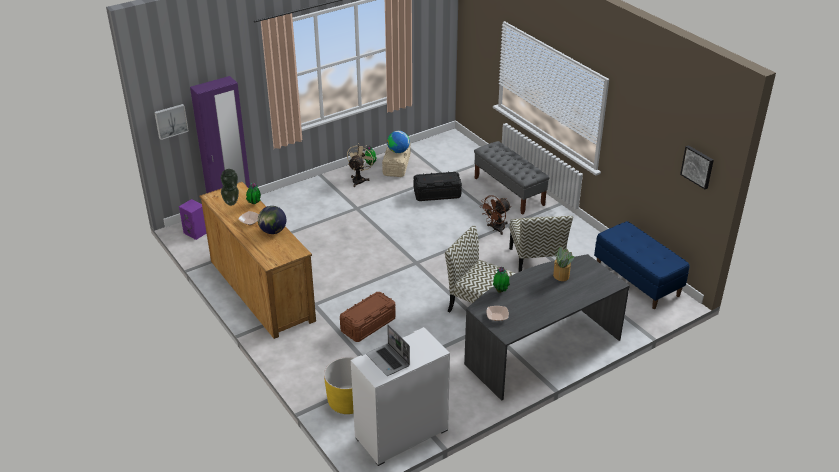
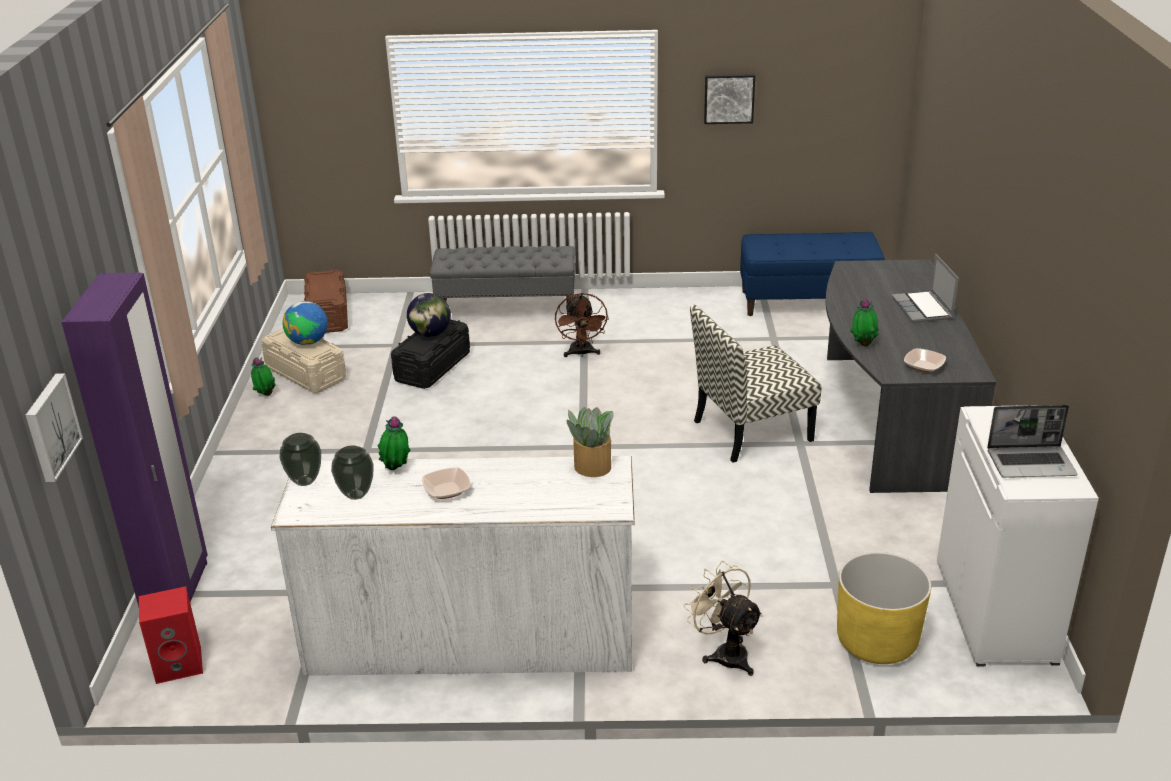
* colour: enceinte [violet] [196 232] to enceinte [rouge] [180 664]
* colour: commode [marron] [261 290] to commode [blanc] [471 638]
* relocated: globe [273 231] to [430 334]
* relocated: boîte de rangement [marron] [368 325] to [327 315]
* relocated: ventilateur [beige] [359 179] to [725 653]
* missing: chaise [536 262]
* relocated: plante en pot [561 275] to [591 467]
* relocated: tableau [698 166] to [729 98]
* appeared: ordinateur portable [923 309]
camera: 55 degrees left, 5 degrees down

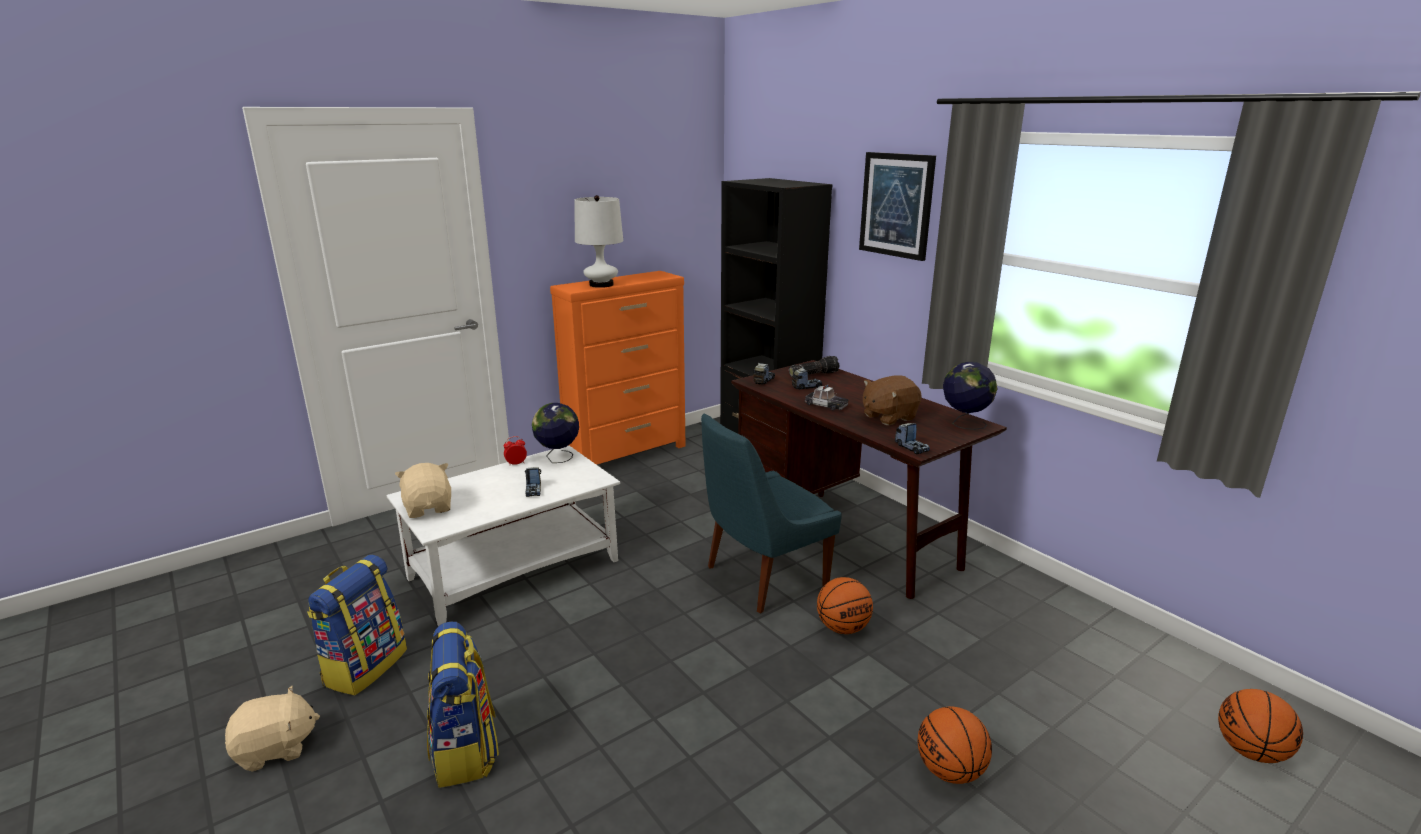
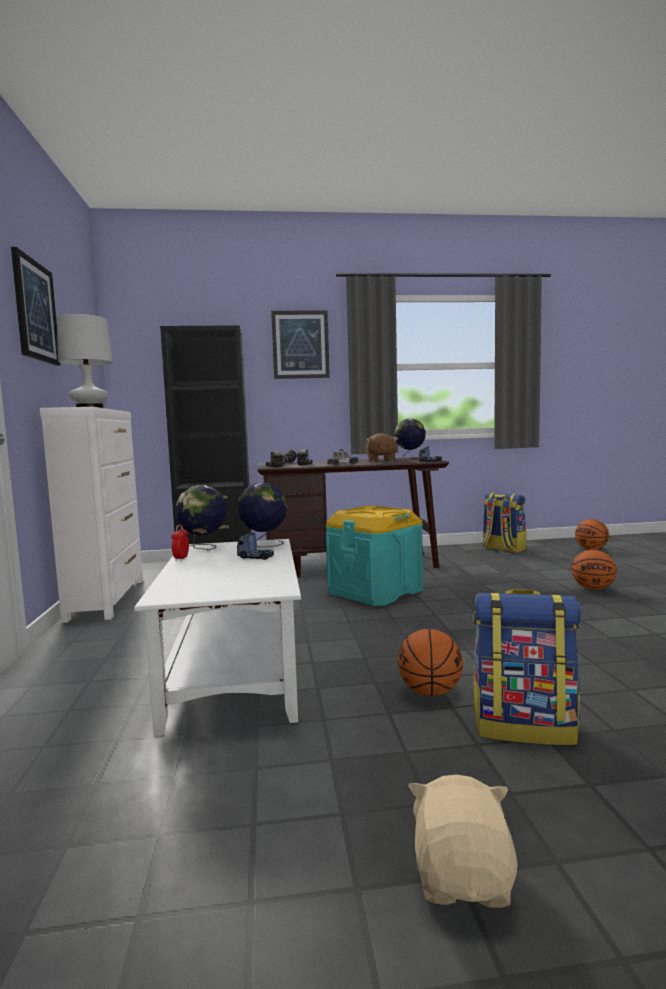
* relocated: sac à dos [365 666] to [502 549]
* missing: peluche [beige] [429 507]
* colour: commode [orange] [627 454] to commode [blanc] [107 598]
* exchanged: chaise [bleu] [762 578] to boîte de rangement [turquoise] [375 591]
* relocated: ballon de basket [842 628] to [429 692]
* appeared: tableau [35 311]
* appeared: globe [264 544]
camera: 60 degrees left, 15 degrees down

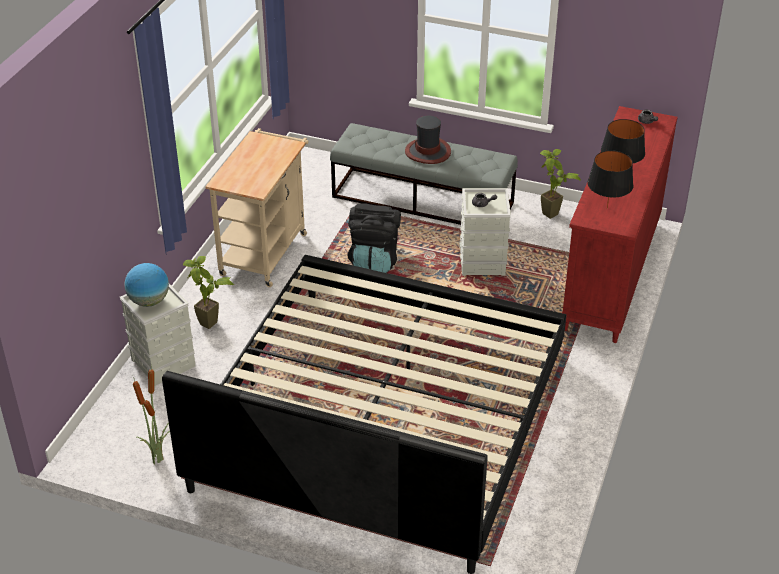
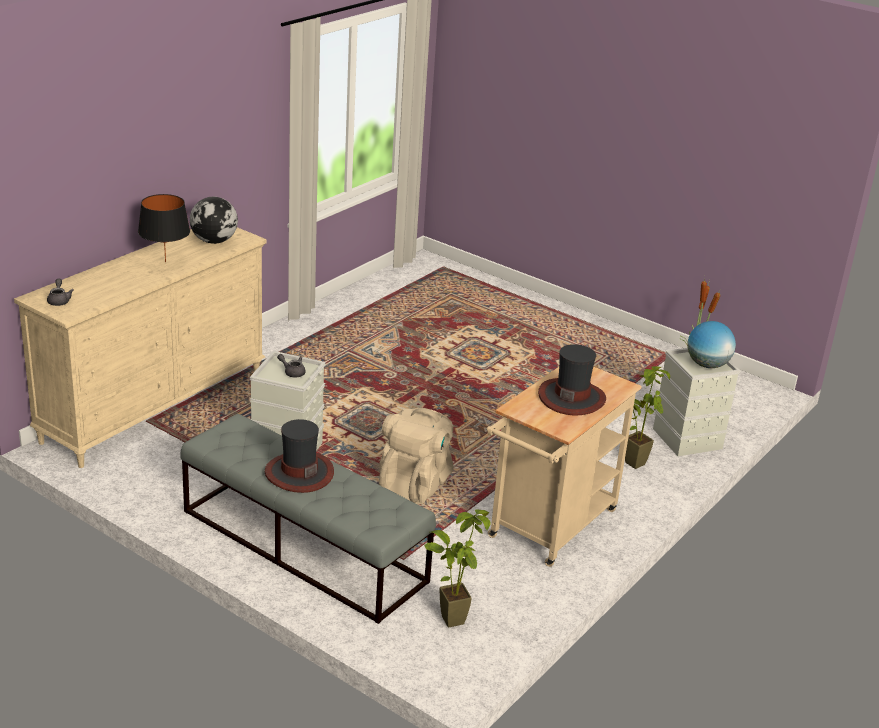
* missing: lit [381 419]
* colour: sac à dos [noir] [374 260] to sac à dos [beige] [415 484]
* relocated: plante en pot [552 217] to [452 614]
* colour: commode [rouge] [611 275] to commode [beige] [155 406]
* exchanged: lampe de table [noir] [607 208] to globe [214 241]
* appeared: chapeau [571 397]
camera: 165 degrees left, 10 degrees down

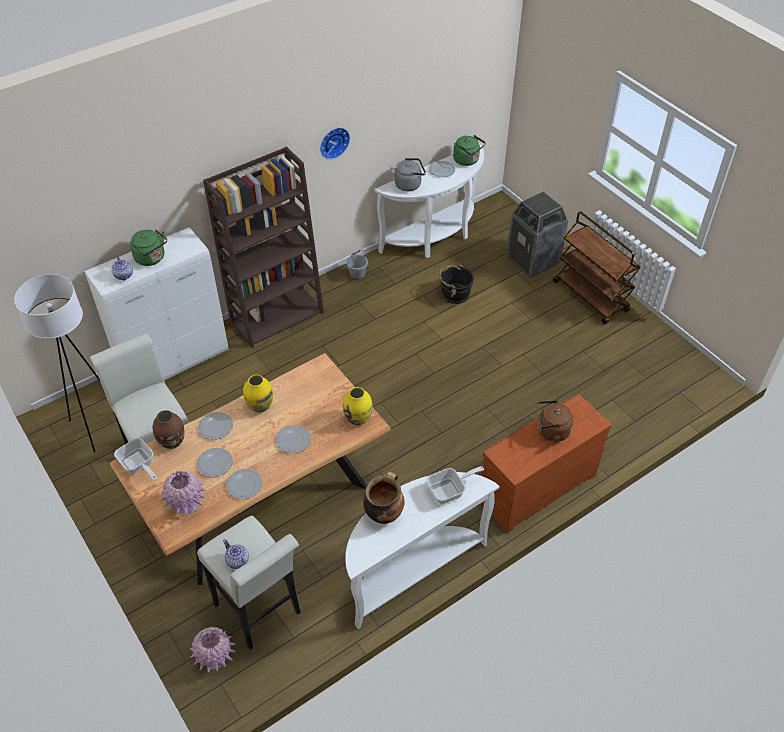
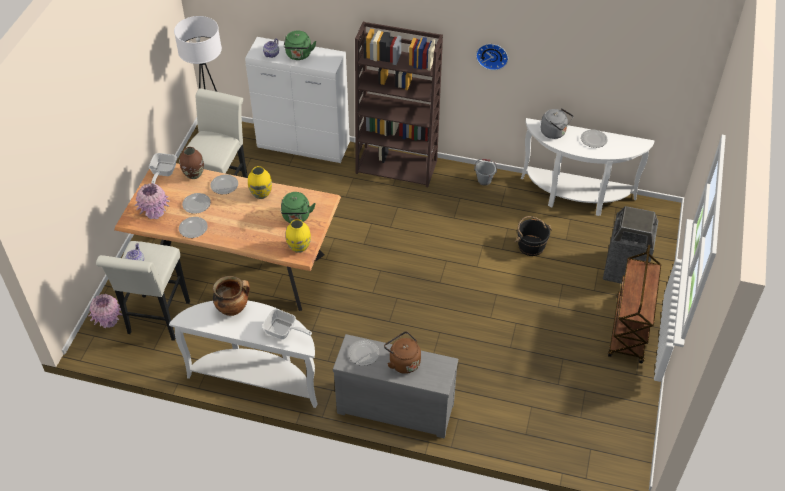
* relocated: assiette [292 440] to [363 353]
* relocated: bouilloire [vert] [467 160] to [296 217]
* colour: commode [marron] [535 486] to commode [gris] [396 406]
camera: 50 degrees right, 0 degrees up

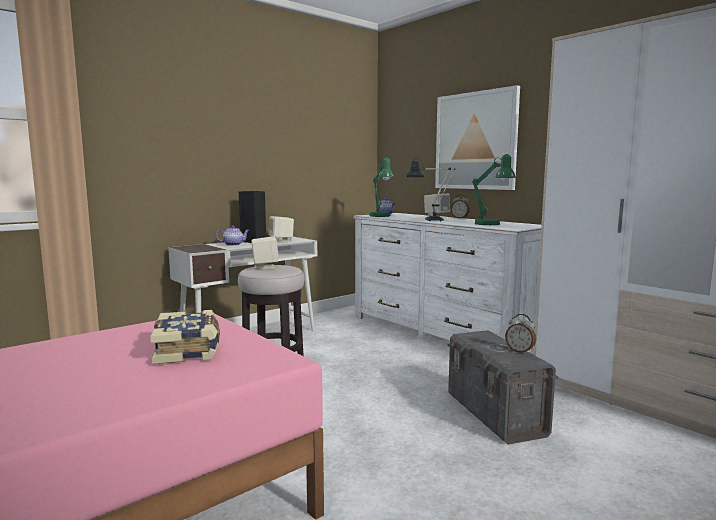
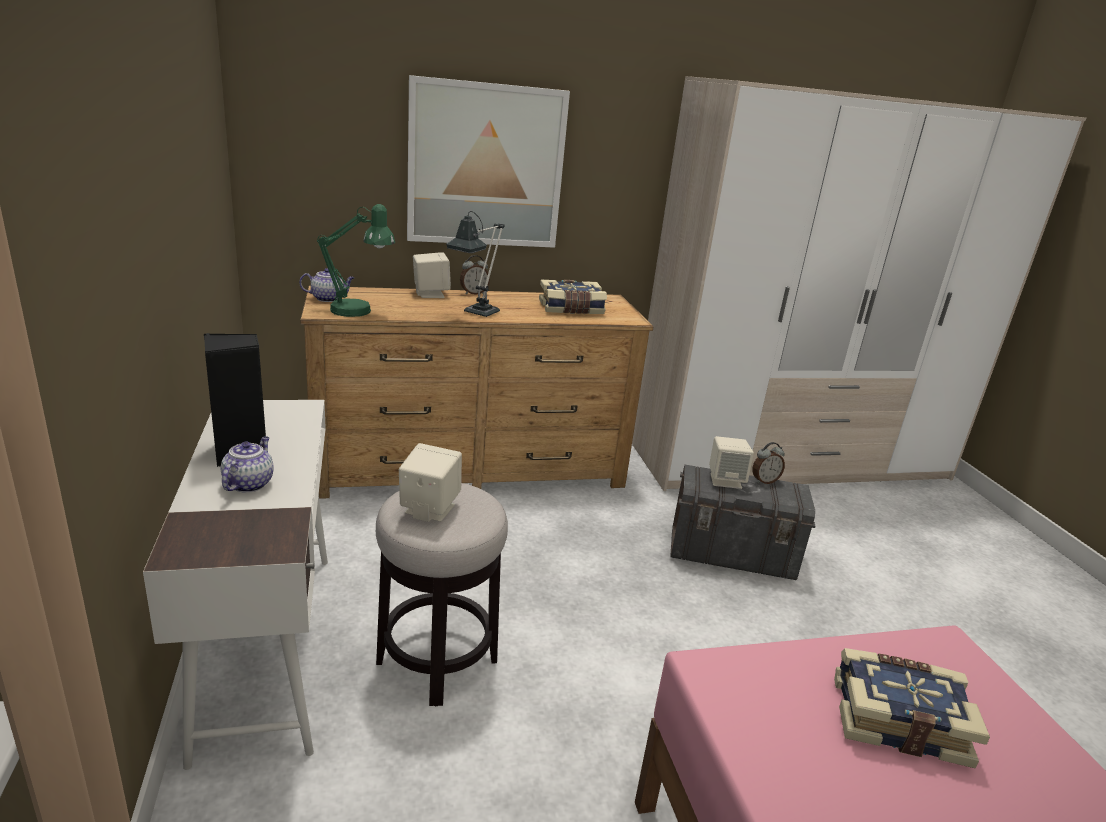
* relocated: enceinte [beige] [281 241] to [725 480]
* colour: commode [blanc] [441 332] to commode [marron] [470 468]
* exchanged: lampe de table [vert] [491 224] to livre [571 309]
camera: 65 degrees left, 15 degrees up

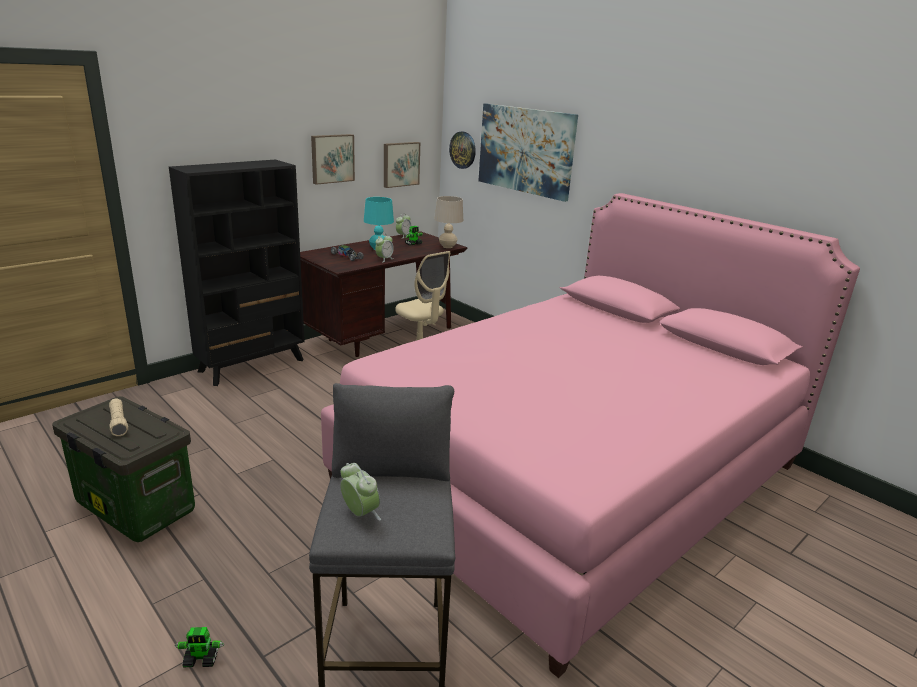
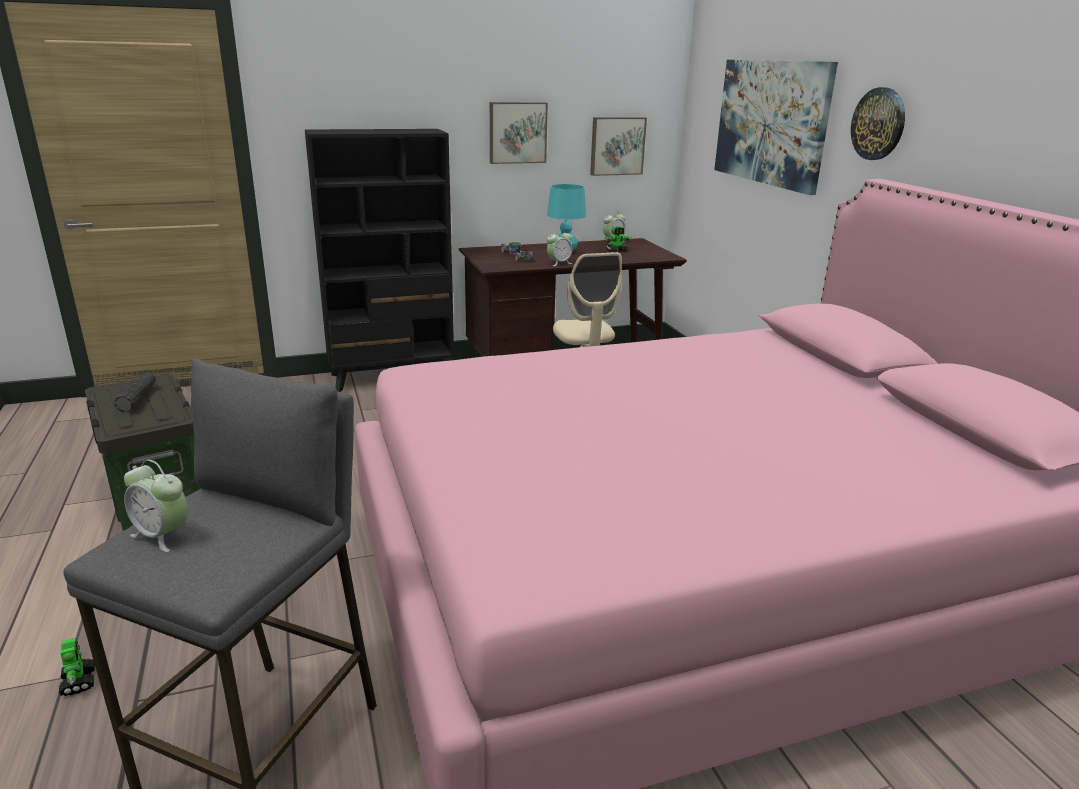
* colour: lampe de poche [beige] [118 422] to lampe de poche [noir] [138 398]
* spun: robot jouet [201 659] = [79 681] 135 degrees counterclockwise
* spun: réveil [360 514] = [162 535] 135 degrees clockwise
* missing: lampe de table [beige] [447 246]
* relocated: horloge murale [463 150] to [878 124]
camera: 25 degrees right, 0 degrees up

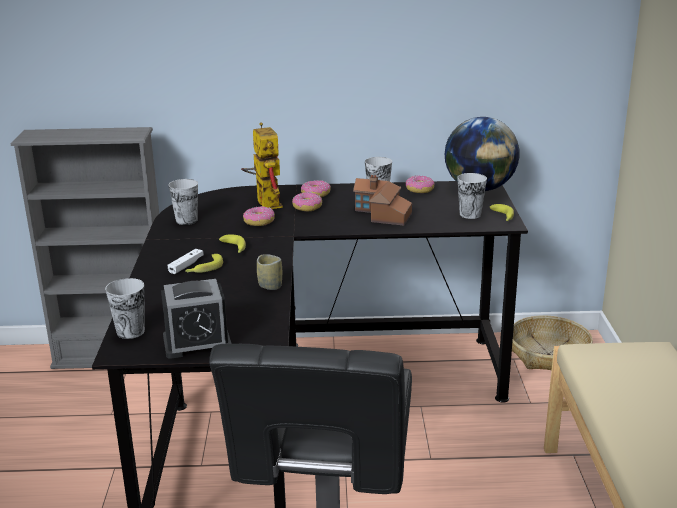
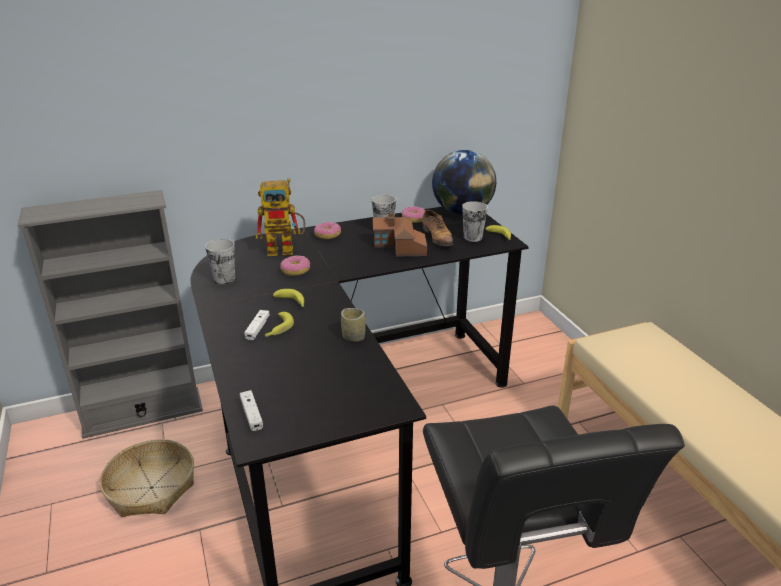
* exchanged: tasse [130 332] to manette [blanc] [251 415]
* missing: réveil [197 342]
* spun: robot jouet [264 202] = [286 249] 120 degrees clockwise
* missing: beignet [307 207]
* relocated: panier [548 354] to [151 487]
* appeared: chaussure [437 237]
camera: 20 degrees left, 5 degrees up

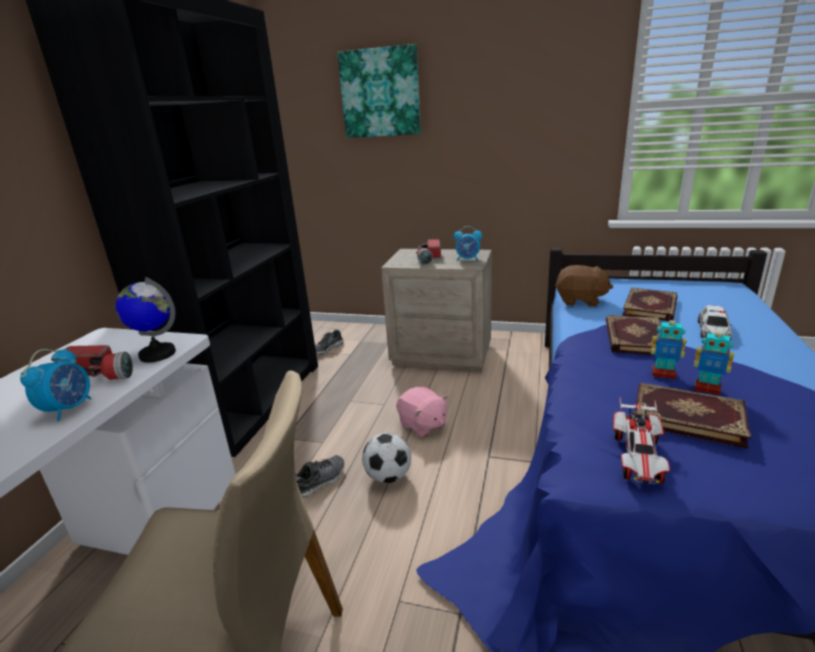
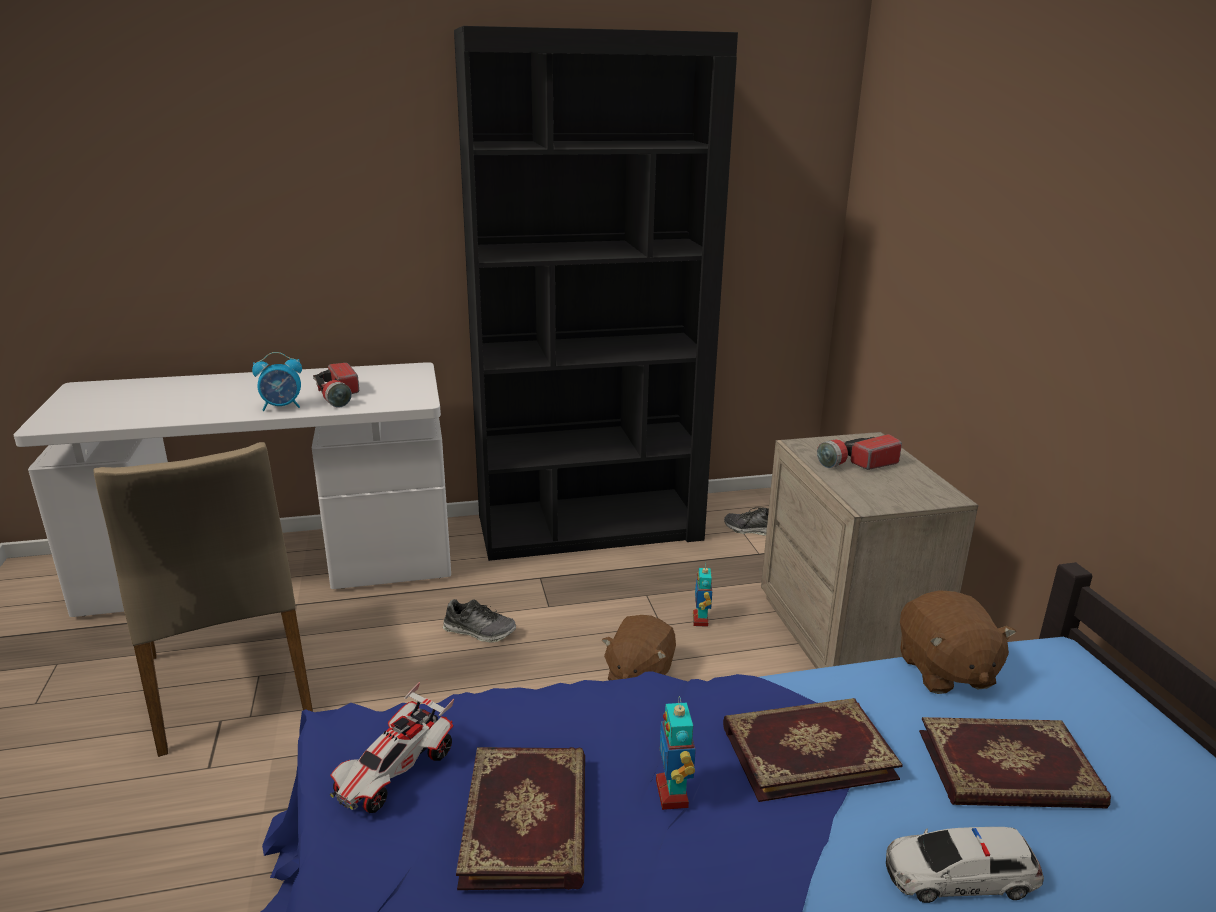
* missing: globe [157 354]
* missing: tableau [380 93]
* missing: ballon de foot [388 476]
* colour: peluche [rose] [422 425] to peluche [marron] [639 674]
* missing: réveil [468 259]
* spun: petite voiture [638 458] = [395 772] 45 degrees counterclockwise
* relocated: robot jouet [707 388] to [701 620]
camera: 60 degrees right, 0 degrees up

